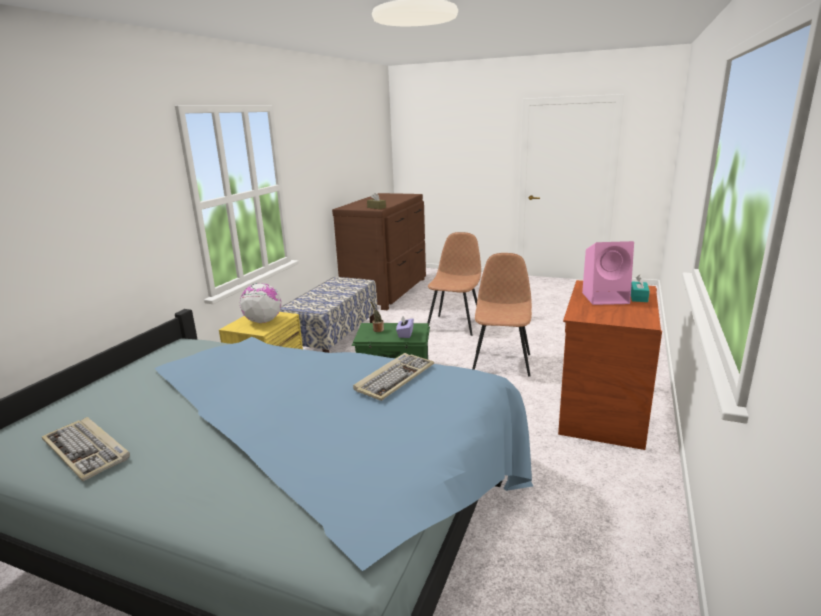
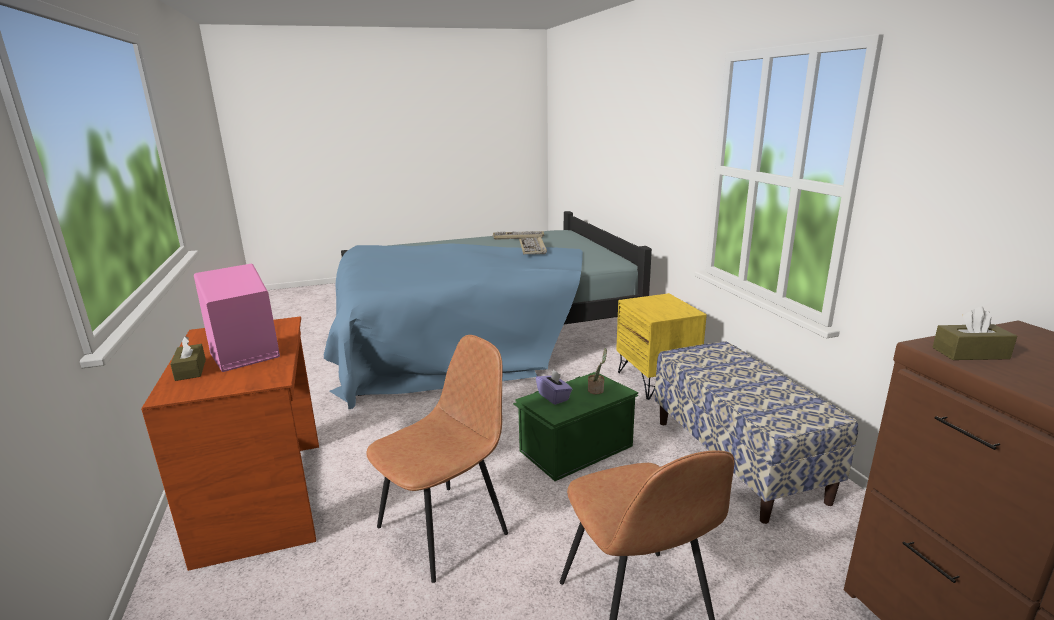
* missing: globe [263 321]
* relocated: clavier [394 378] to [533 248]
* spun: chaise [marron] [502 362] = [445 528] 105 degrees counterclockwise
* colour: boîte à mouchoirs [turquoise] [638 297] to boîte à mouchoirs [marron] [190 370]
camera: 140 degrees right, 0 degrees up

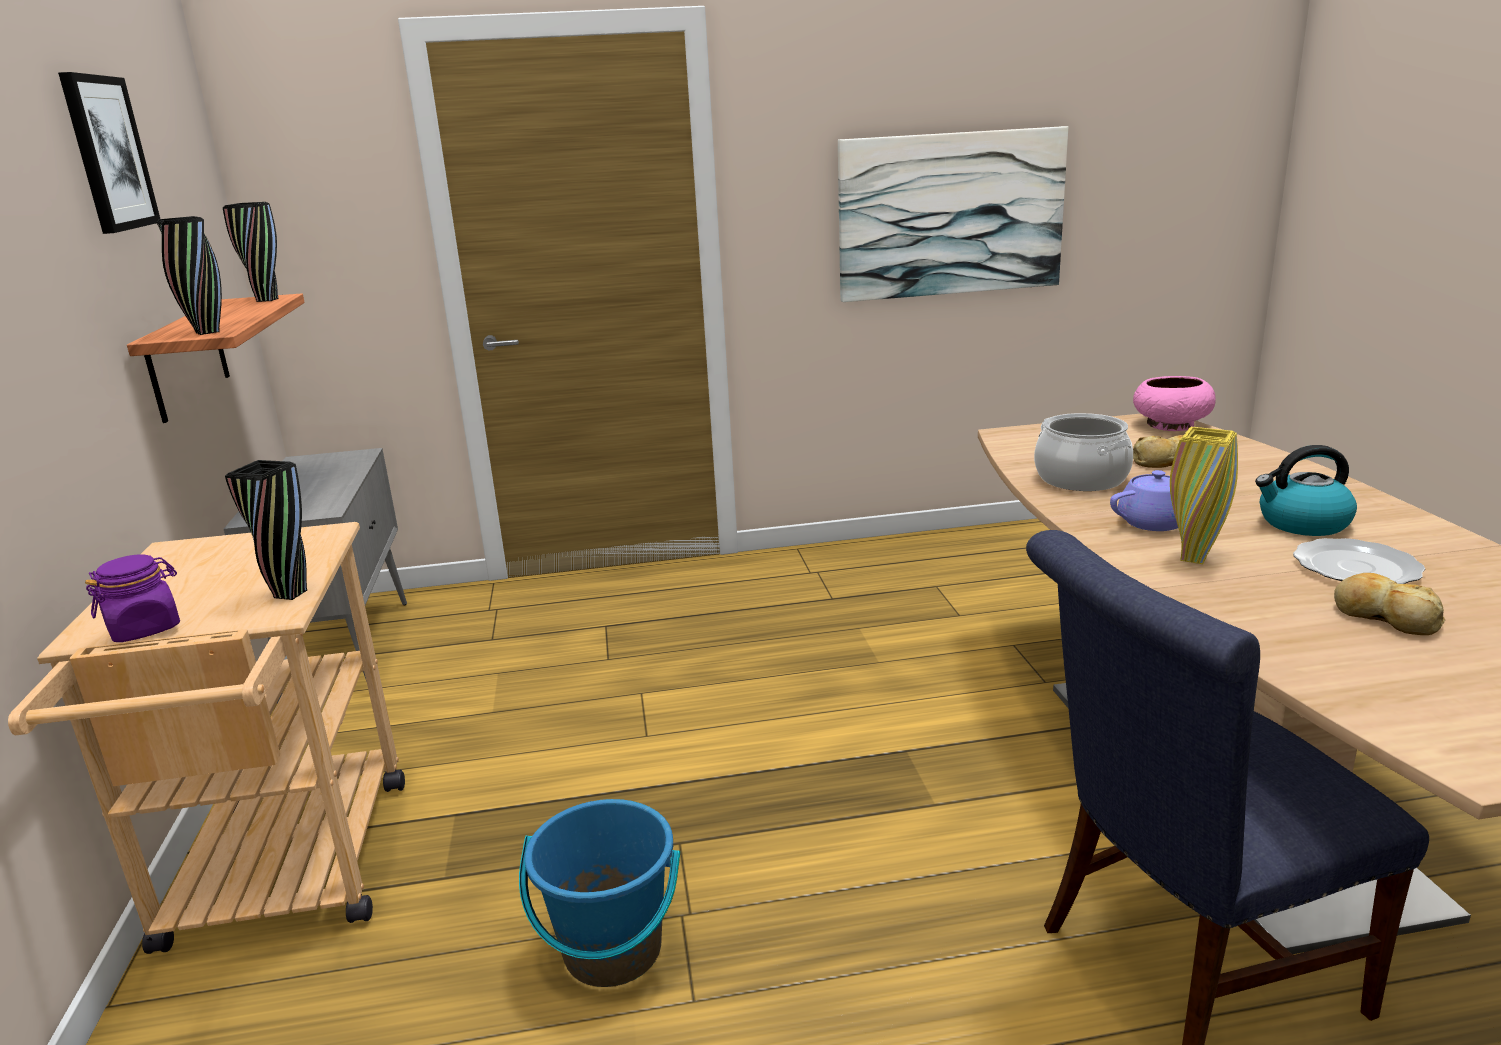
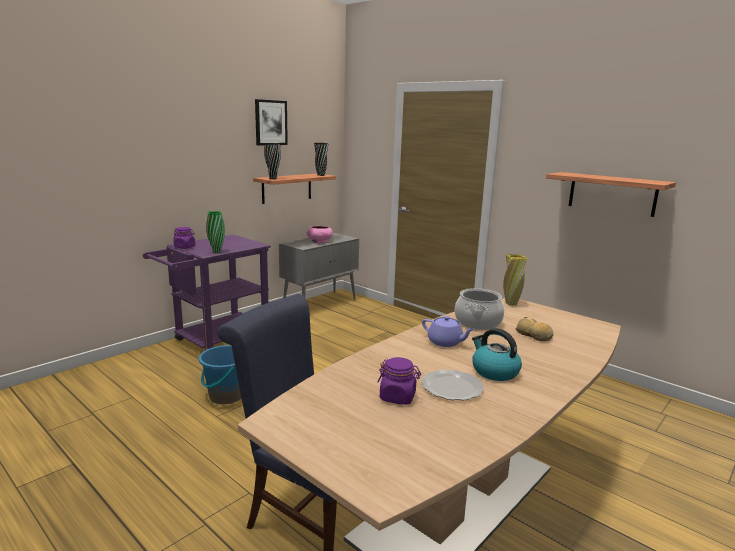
* colour: chariot [beige] [284 878] to chariot [violet] [215 341]
* colour: vase [noir] [290 594] to vase [vert] [216 252]
* exchanged: tableau [950 214] to étagère [612 194]
* relocated: bol [rose] [1170 425] to [319 241]
* relocated: vase [jaune] [1193 558] to [511 304]
* exchanged: pain [1384 617] to bocal [violet] [398 397]
camera: 50 degrees right, 5 degrees down

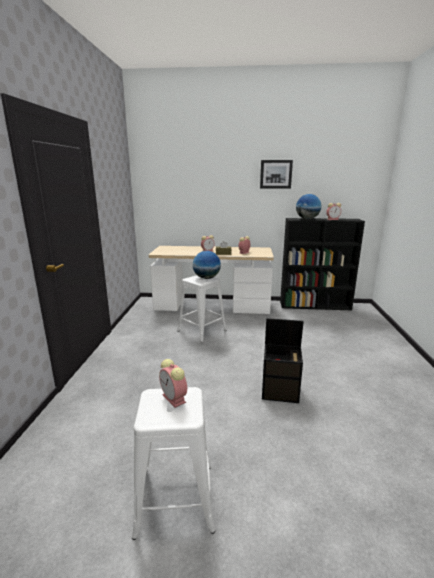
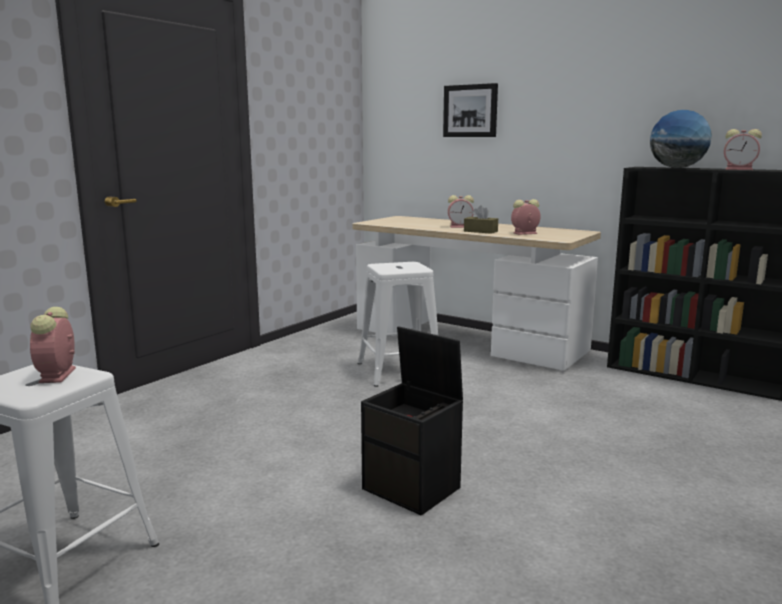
* missing: globe [206 278]
* relocated: tableau [276 174] to [470 111]
camera: 30 degrees right, 5 degrees down

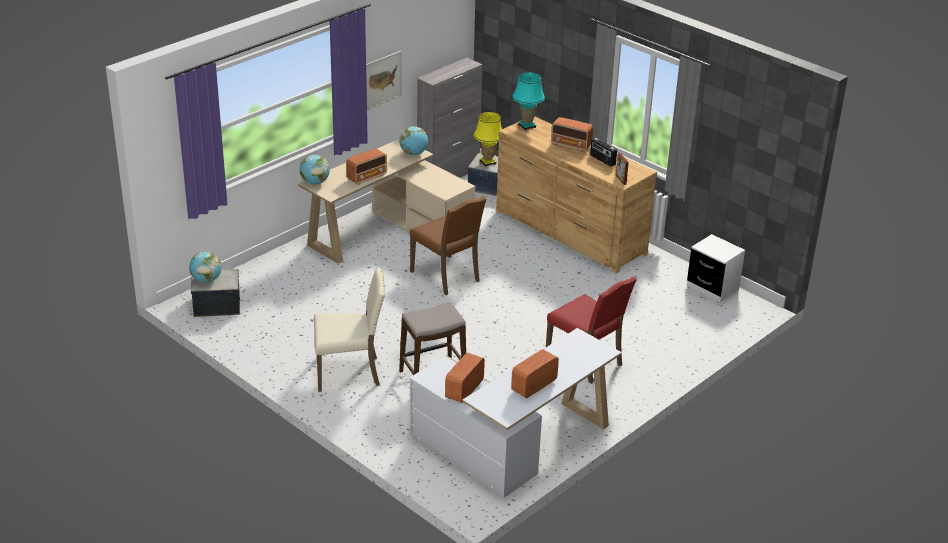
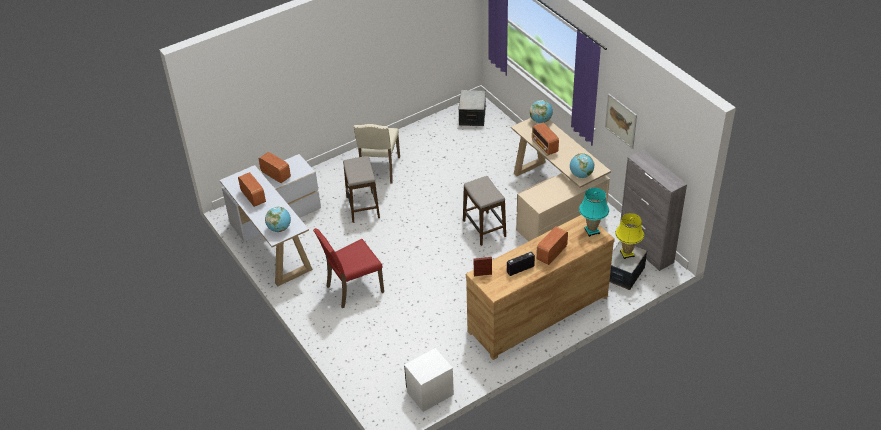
* relocated: globe [206 280] to [279 228]
* exchanged: chaise [marron] [447 276] to tabouret [484 229]
camera: 105 degrees right, 10 degrees up

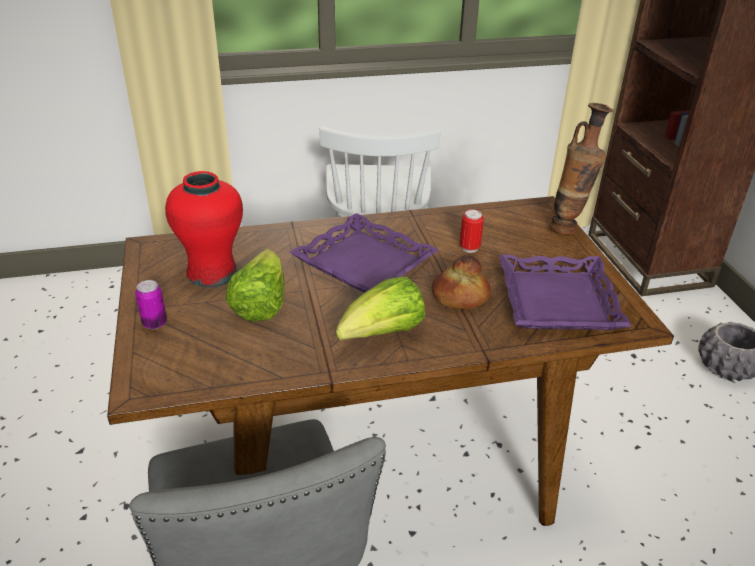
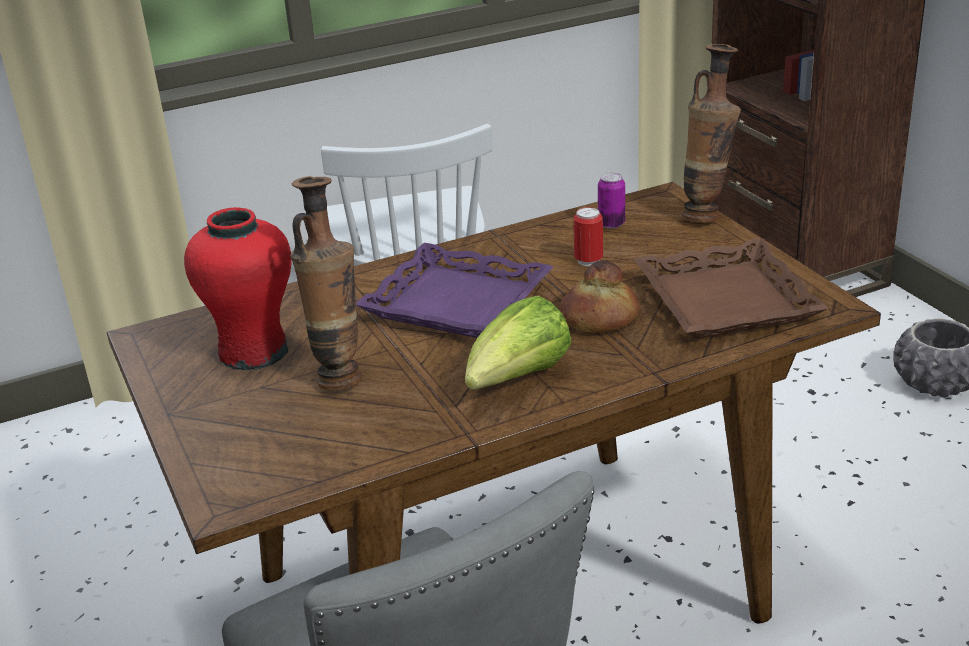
* relocated: boîte métallique [154 323] to [611 224]
* exchanged: laitue [261 304] to vase [339 375]
* colour: plateau [violet] [556 300] to plateau [marron] [724 301]
camera: 10 degrees left, 5 degrees down

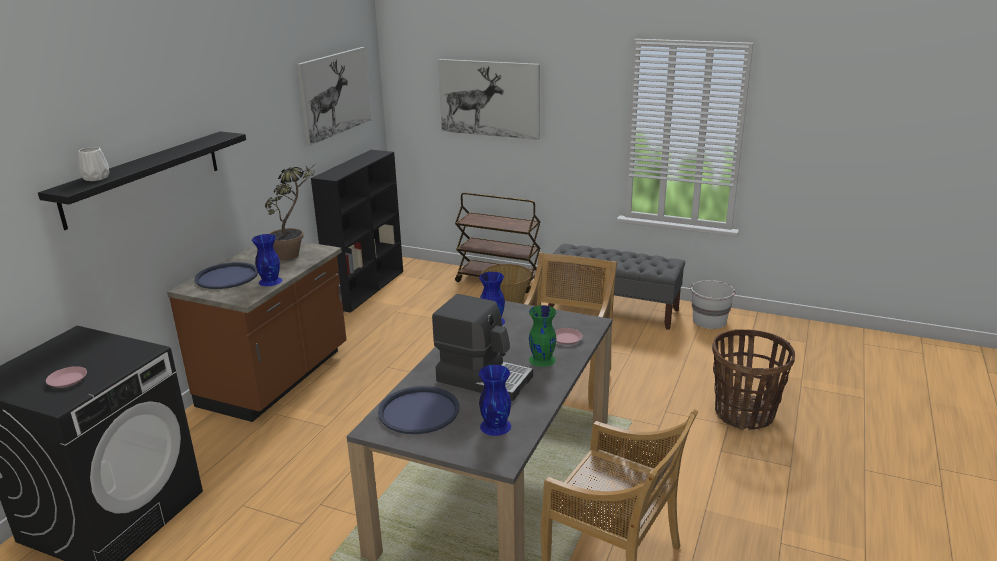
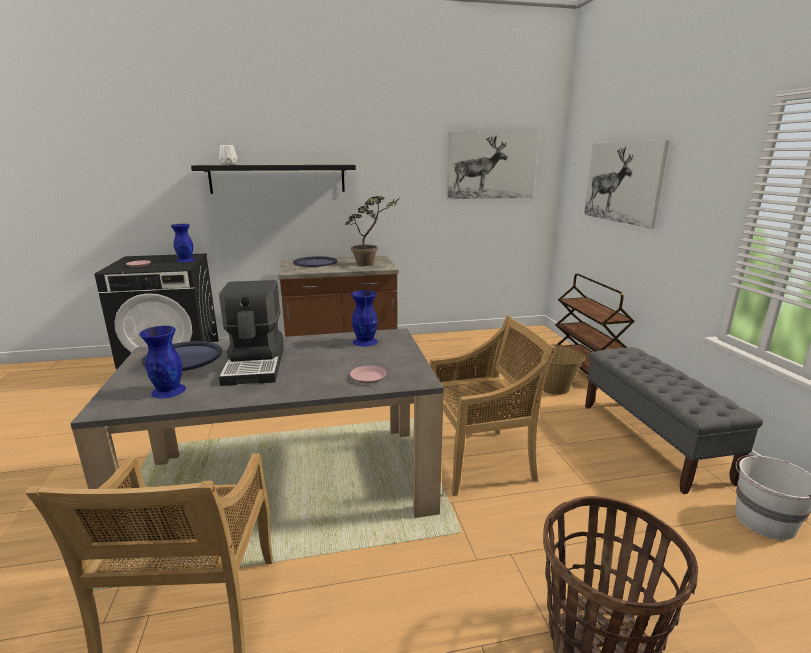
* relocated: vase [bleu] [270 281] to [186 260]
* missing: bibliothèque [noir] [367 288]
* missing: vase [vert] [542 359]
camera: 55 degrees right, 5 degrees down

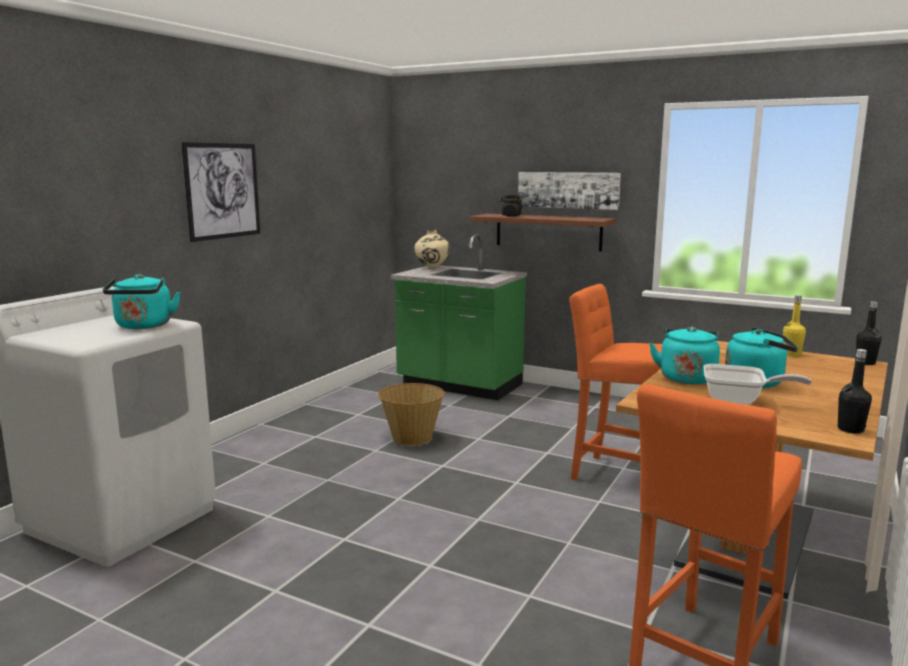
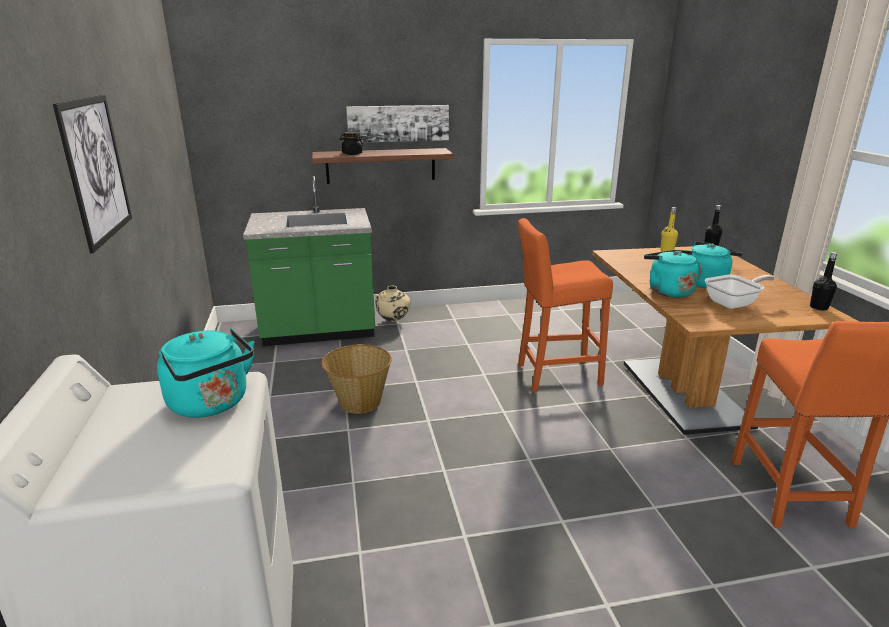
* relocated: vase [beige] [432 268] to [393 321]
camera: 40 degrees left, 10 degrees up

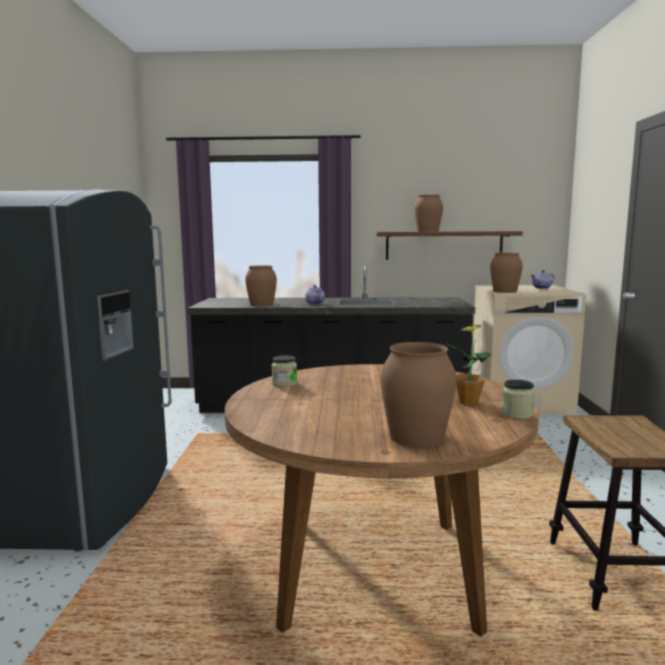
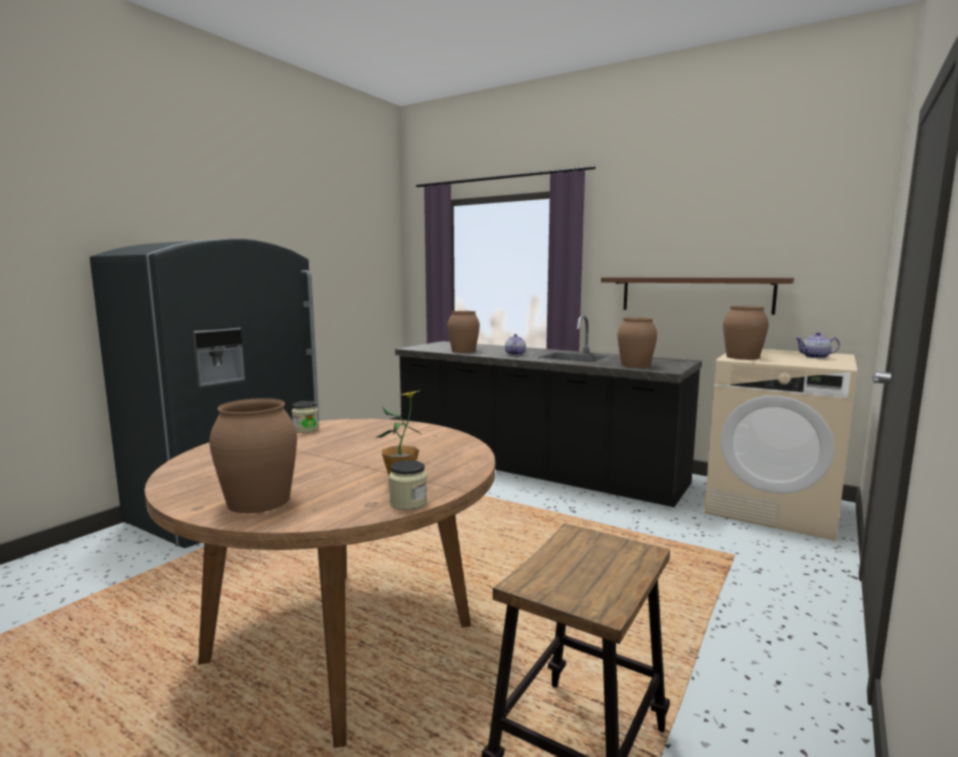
* relocated: vase [marron] [428 231] to [635 365]
camera: 30 degrees right, 0 degrees up

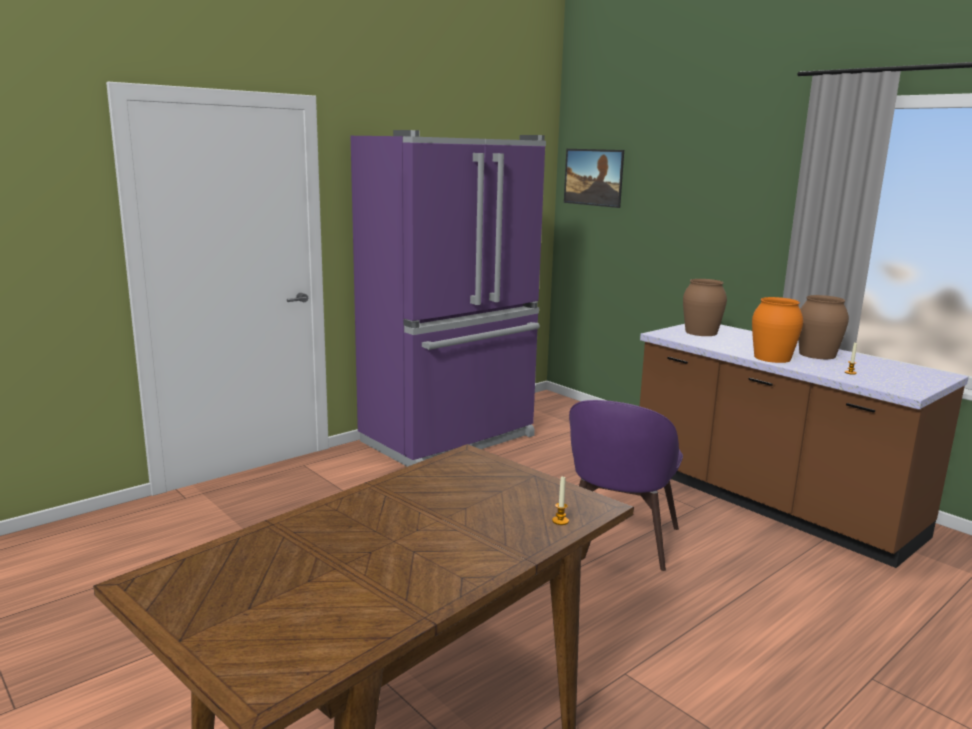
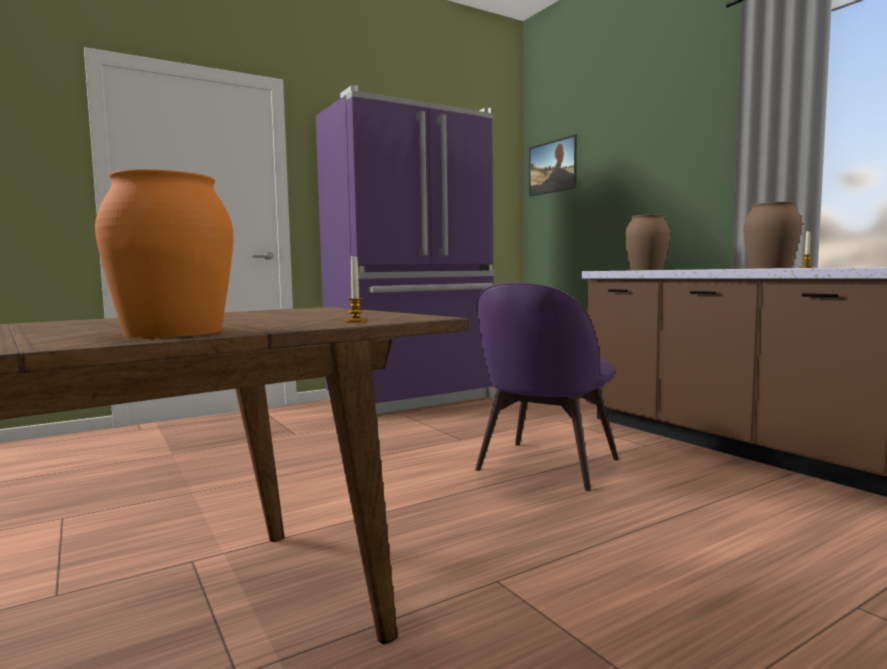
* relocated: vase [orange] [772 358] to [175 332]
camera: 10 degrees right, 10 degrees down

